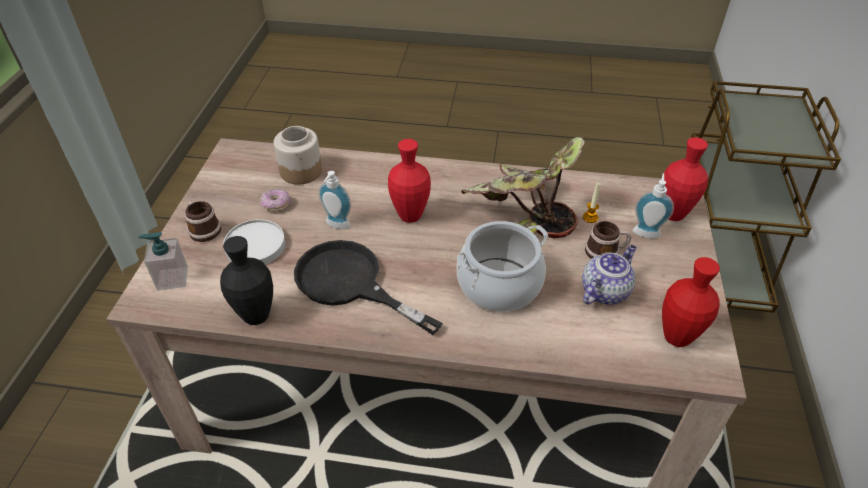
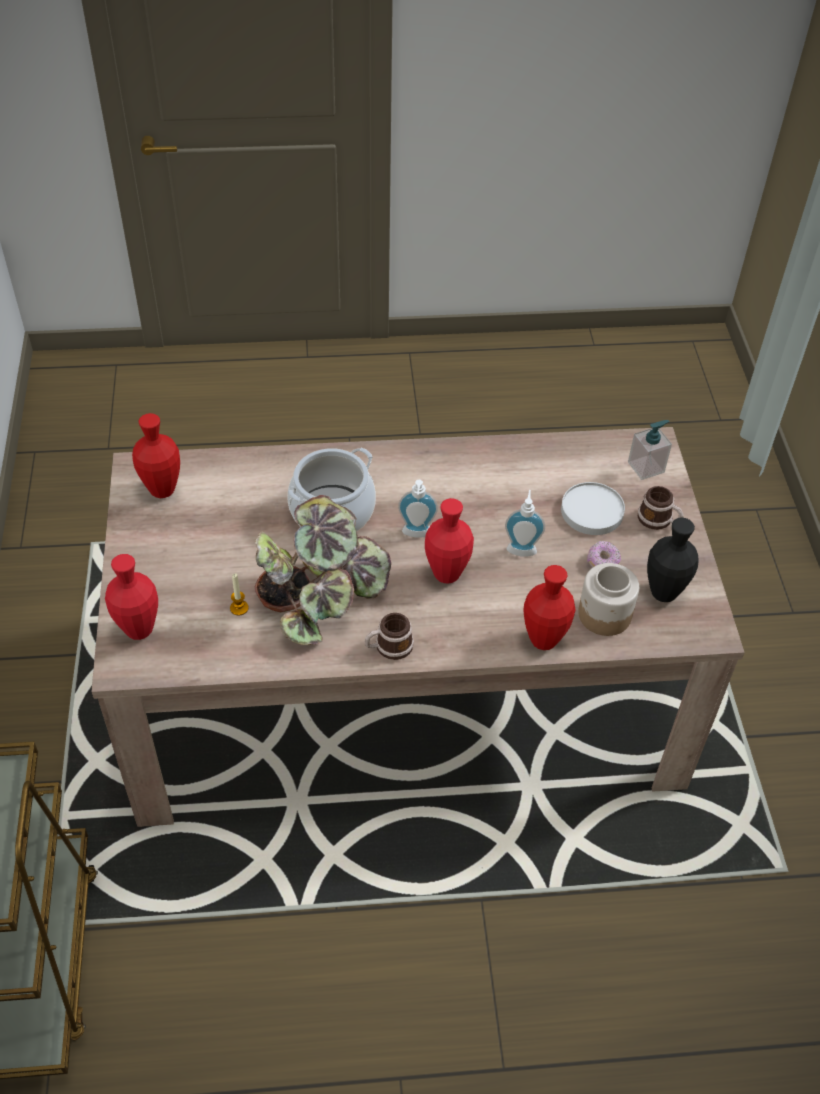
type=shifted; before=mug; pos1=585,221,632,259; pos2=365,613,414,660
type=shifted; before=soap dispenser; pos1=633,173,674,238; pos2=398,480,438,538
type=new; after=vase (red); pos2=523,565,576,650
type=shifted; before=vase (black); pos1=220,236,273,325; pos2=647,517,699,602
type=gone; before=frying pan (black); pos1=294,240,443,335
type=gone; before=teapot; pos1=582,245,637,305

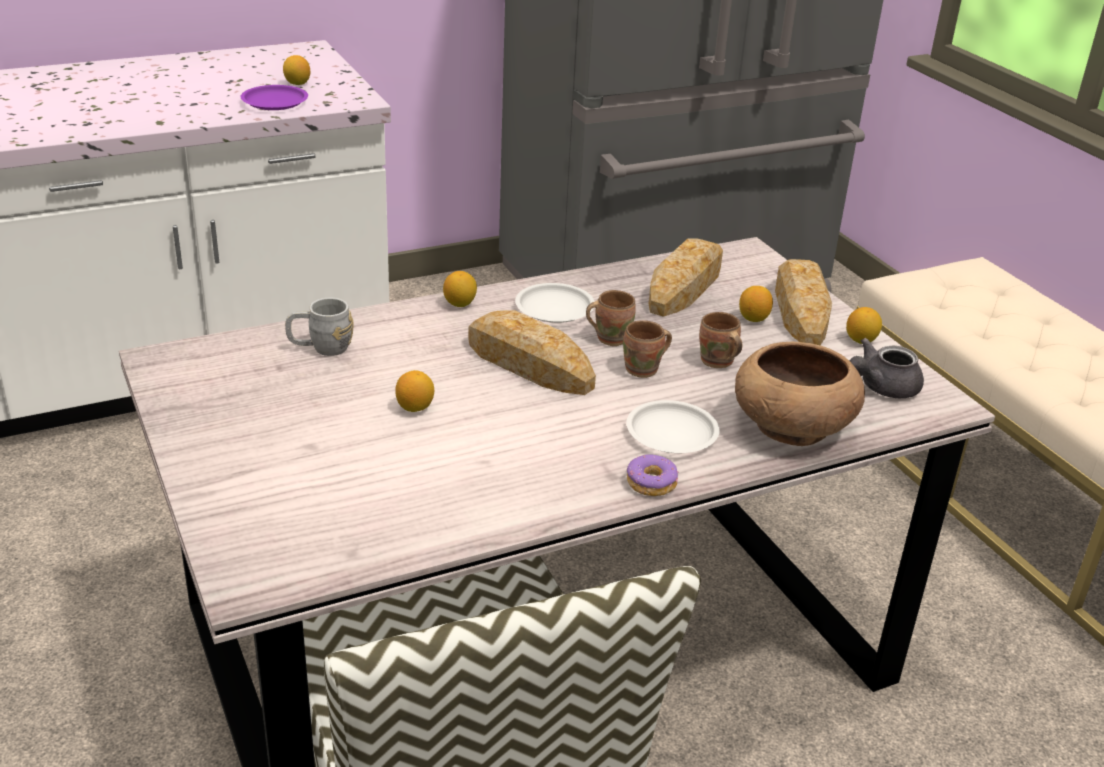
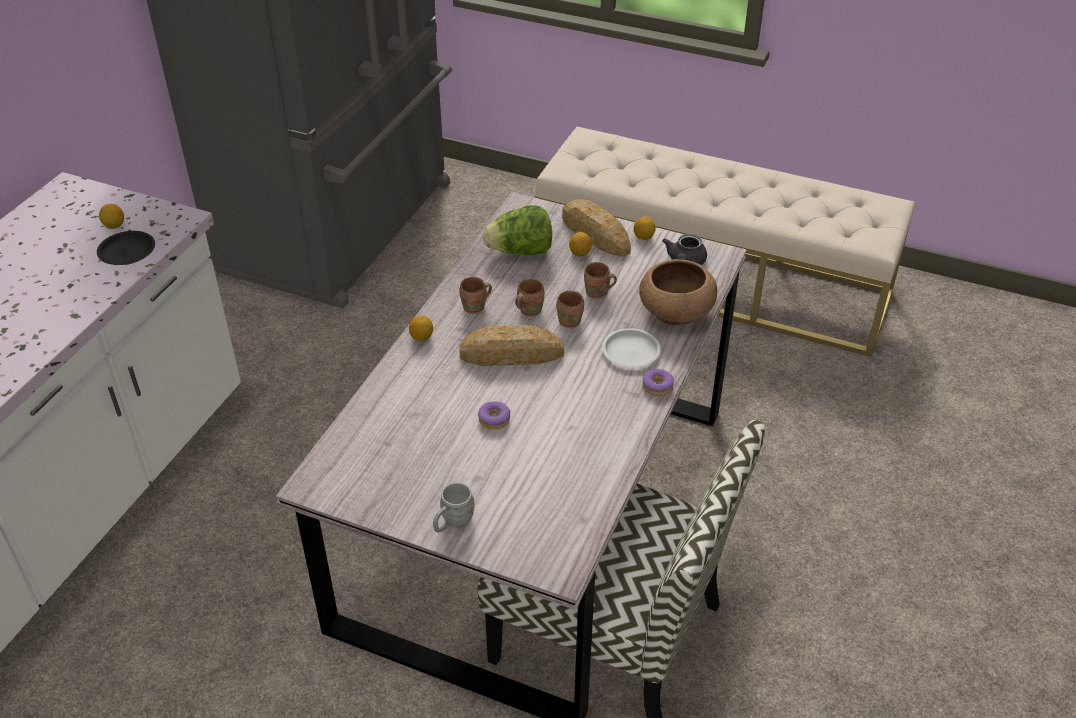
type=repainted; before=plate (purple); after=plate (black); pos1=241,85,308,110; pos2=97,231,155,265
type=shifted; before=mug (grey); pos1=285,298,353,356; pos2=433,482,475,533
type=swapped; before=plate (white); after=mug (brown); pos1=515,283,595,323; pos2=459,277,492,314
type=swapped; before=lemon; after=donut; pos1=395,370,434,412; pos2=478,401,510,429
type=swapped; before=bread; after=lettuce; pos1=649,238,723,317; pos2=483,205,552,256

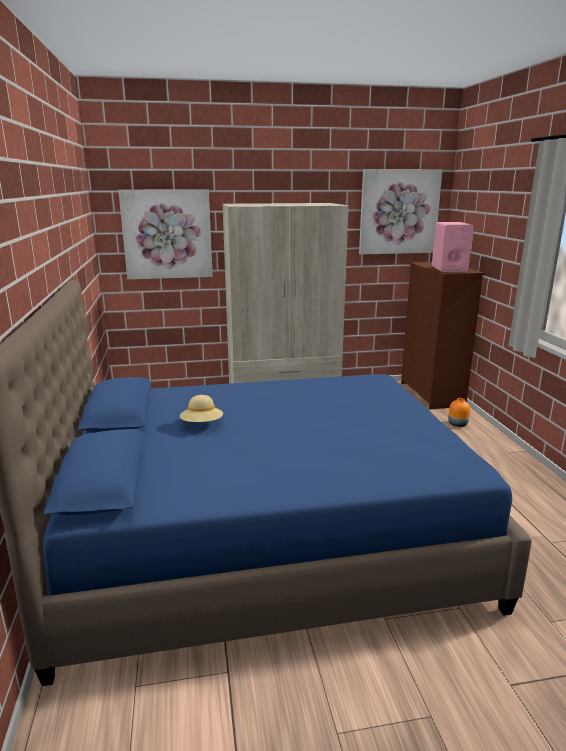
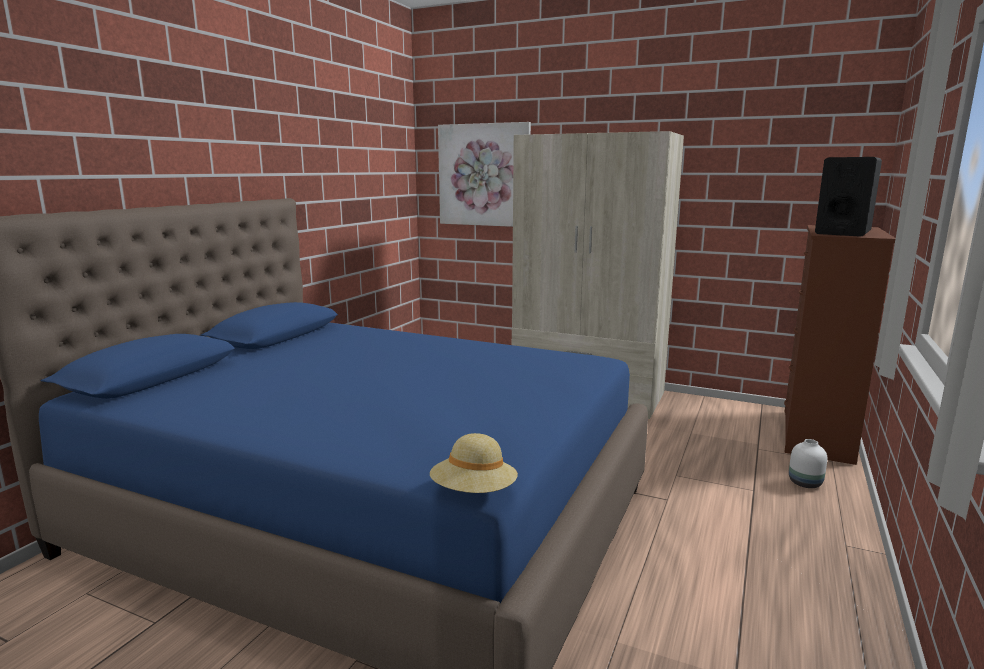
type=shifted; before=hat (beige); pos1=180,395,223,422; pos2=430,433,518,493
type=repainted; before=vase (orange); after=vase (white); pos1=448,398,470,427; pos2=789,439,827,488
type=repainted; before=speaker (pink); after=speaker (black); pos1=432,222,474,272; pos2=815,157,882,237
type=gone; before=picture; pos1=359,169,442,255

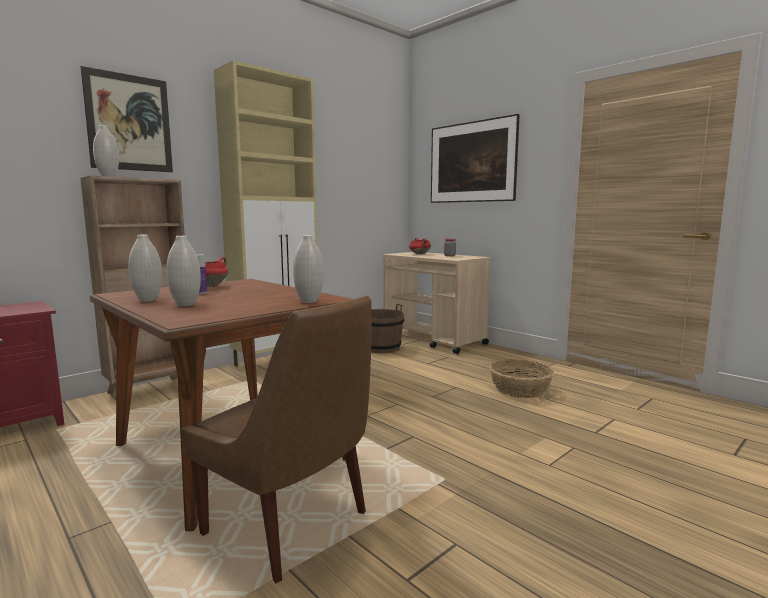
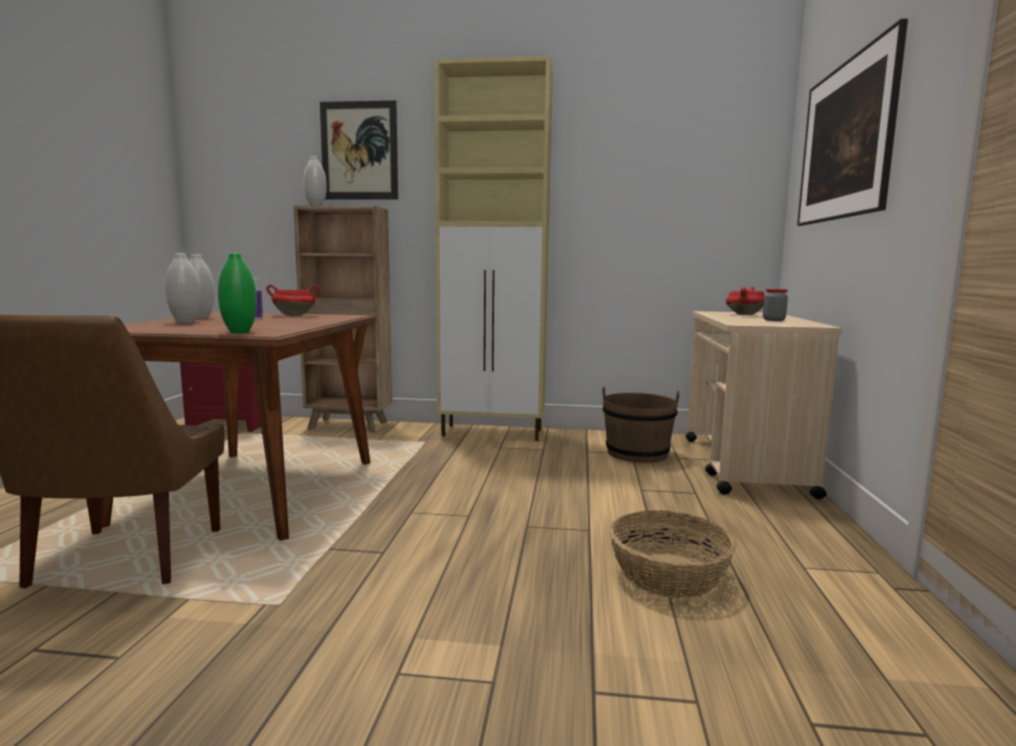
type=repainted; before=vase (white); after=vase (green); pos1=293,235,324,303; pos2=218,253,257,333

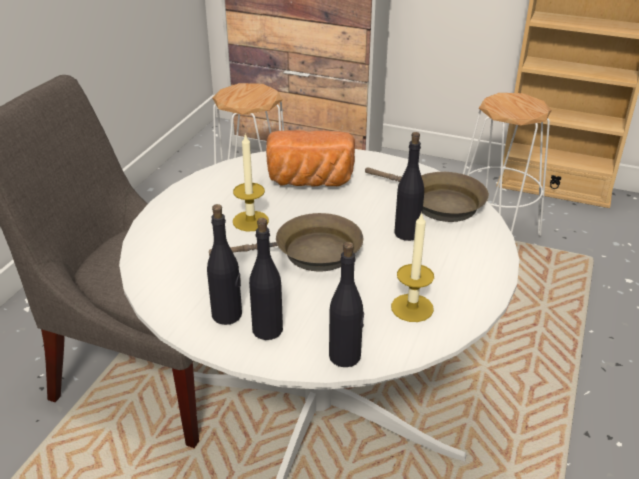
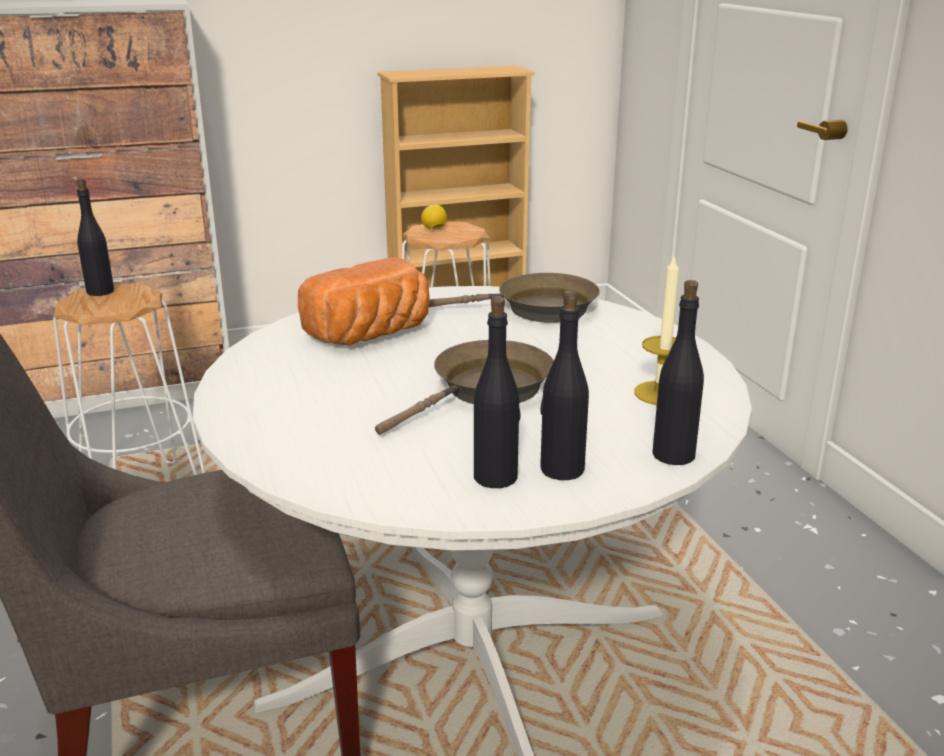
type=shifted; before=bottle (black); pos1=395,132,424,241; pos2=77,179,114,296
type=new; after=lemon; pos2=421,205,447,230
type=gone; before=candle; pos1=233,133,269,232

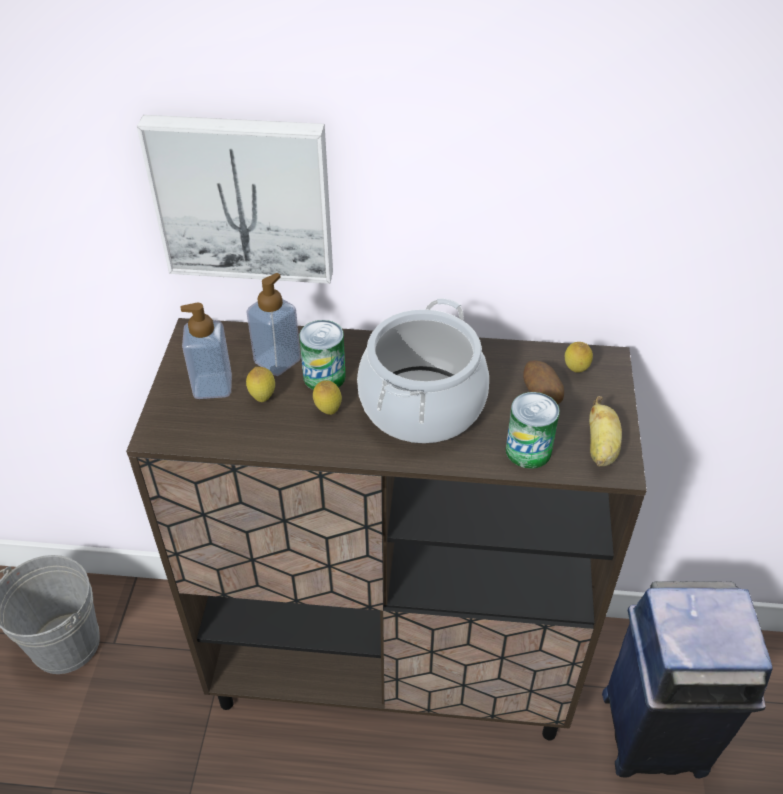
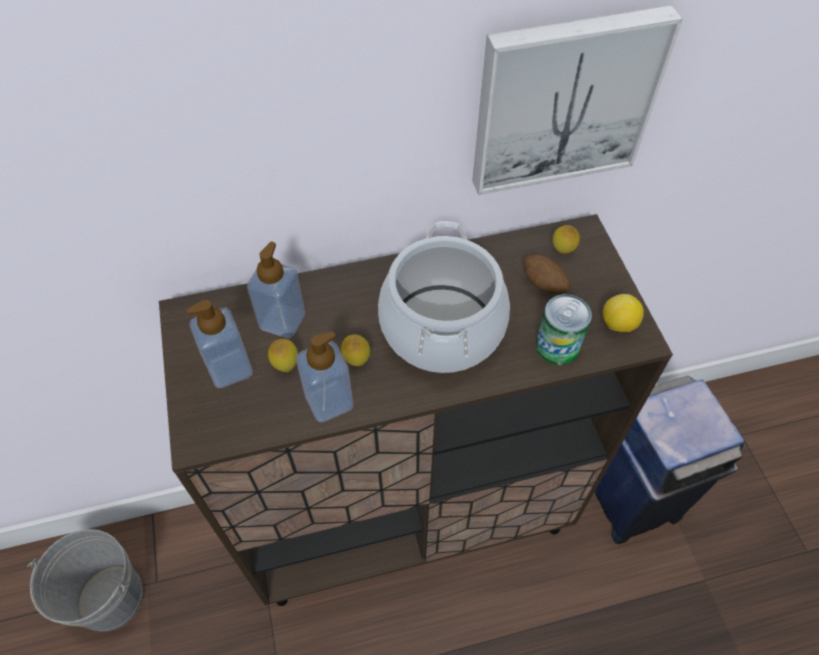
type=new; after=soap dispenser; pos2=296,332,353,422
type=shifted; before=picture; pos1=137,115,333,284; pos2=472,5,683,195
type=swapped; before=banana; after=lemon; pos1=589,396,622,466; pos2=603,294,644,332
type=gone; before=can; pos1=299,320,346,390

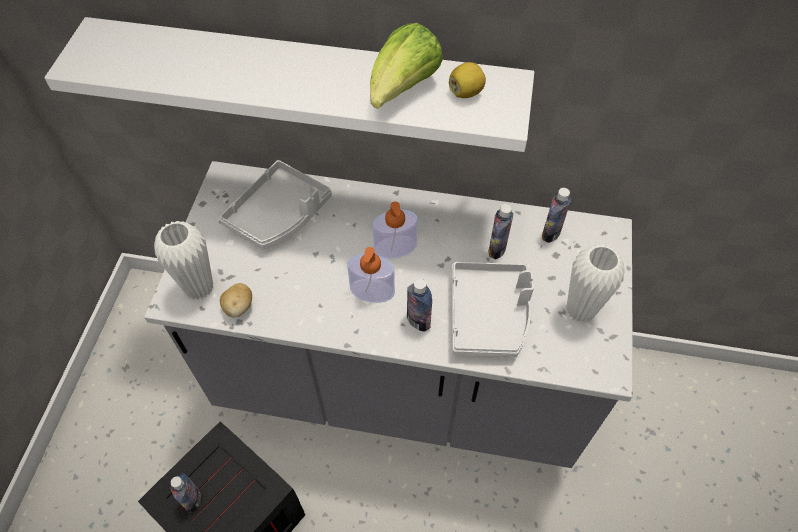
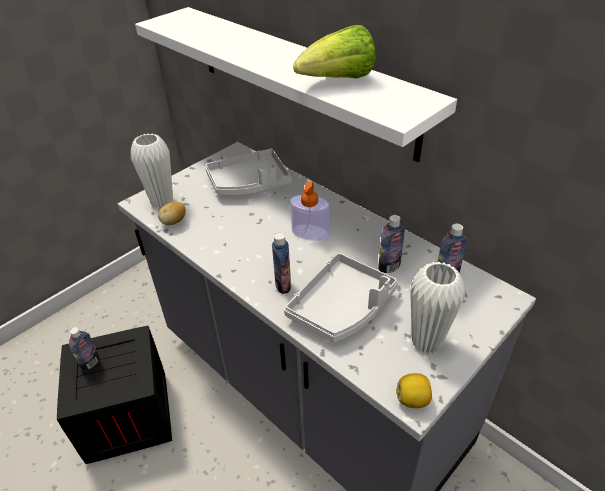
type=shifted; before=lemon; pos1=449,62,486,98; pos2=396,373,432,408
type=gone; before=soap dispenser; pos1=347,247,395,303

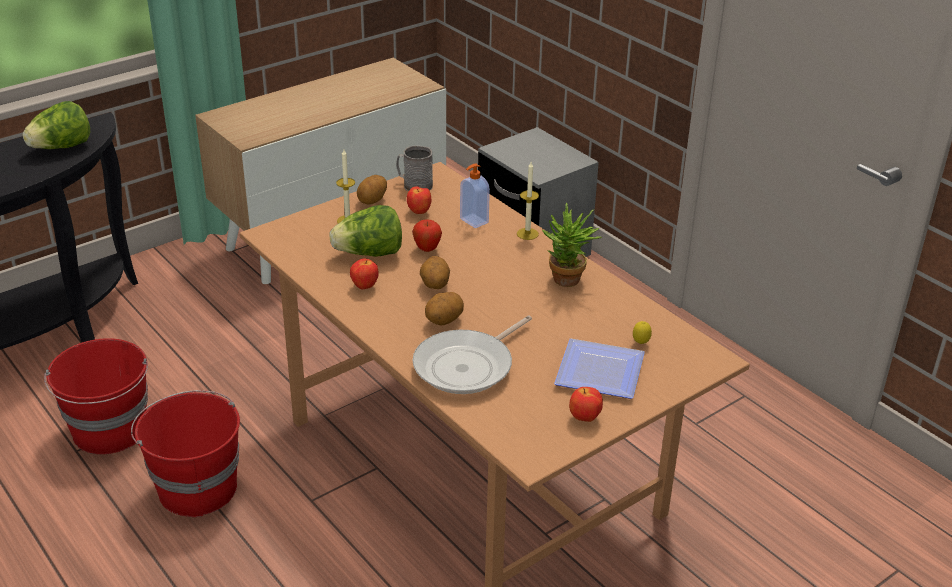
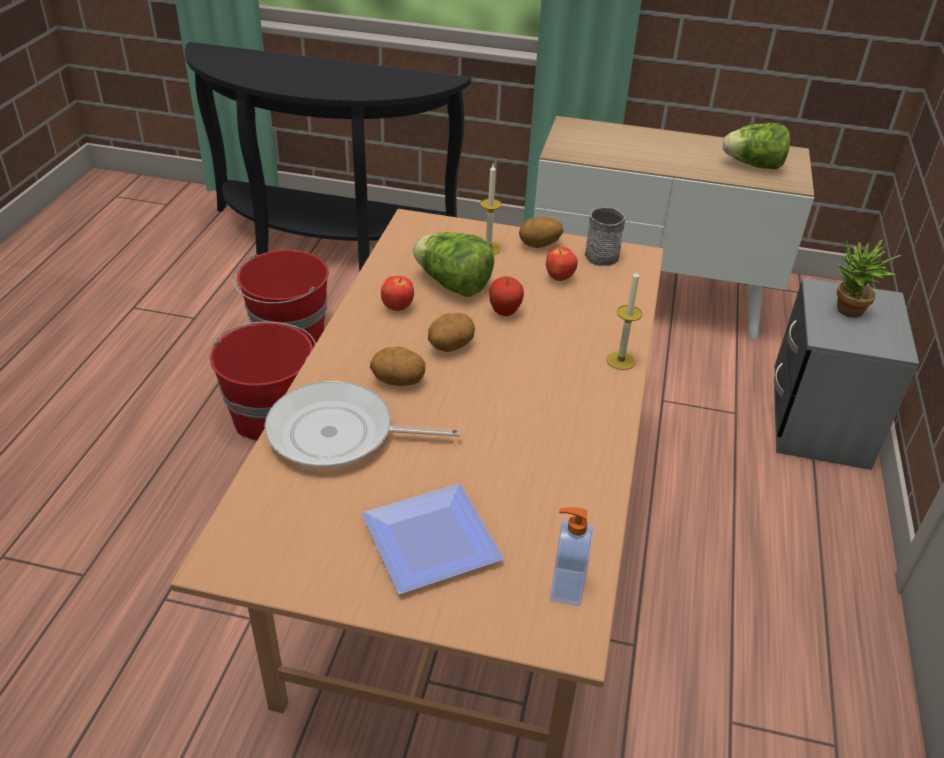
type=shifted; before=soap dispenser; pos1=460,164,490,228; pos2=550,507,594,606
type=shifted; before=lettuce; pos1=23,101,90,149; pos2=723,123,790,169
type=shifted; before=potted plant; pos1=542,203,602,287; pos2=837,239,901,318
type=gone; before=apple; pos1=569,387,603,422
type=gone; before=lemon; pos1=633,321,652,344

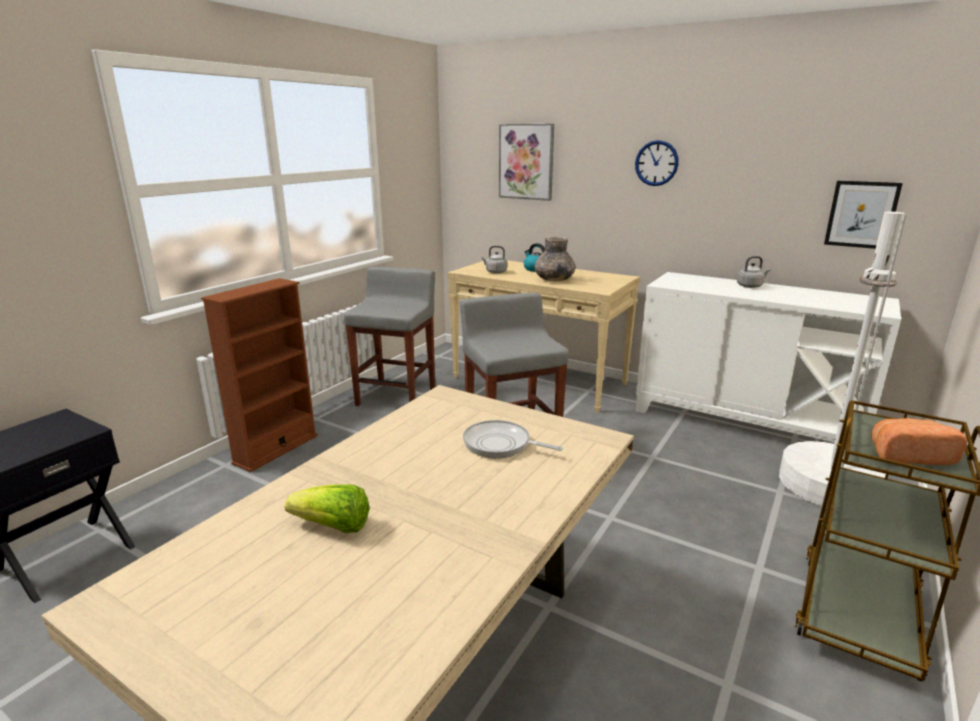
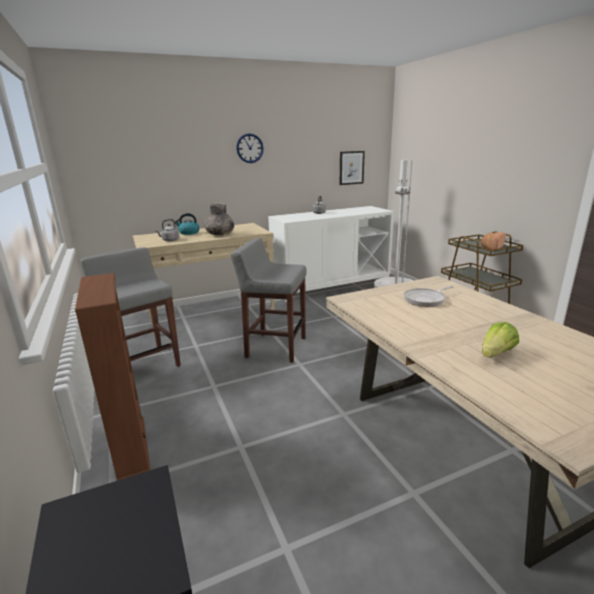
type=gone; before=picture; pos1=499,124,554,201

